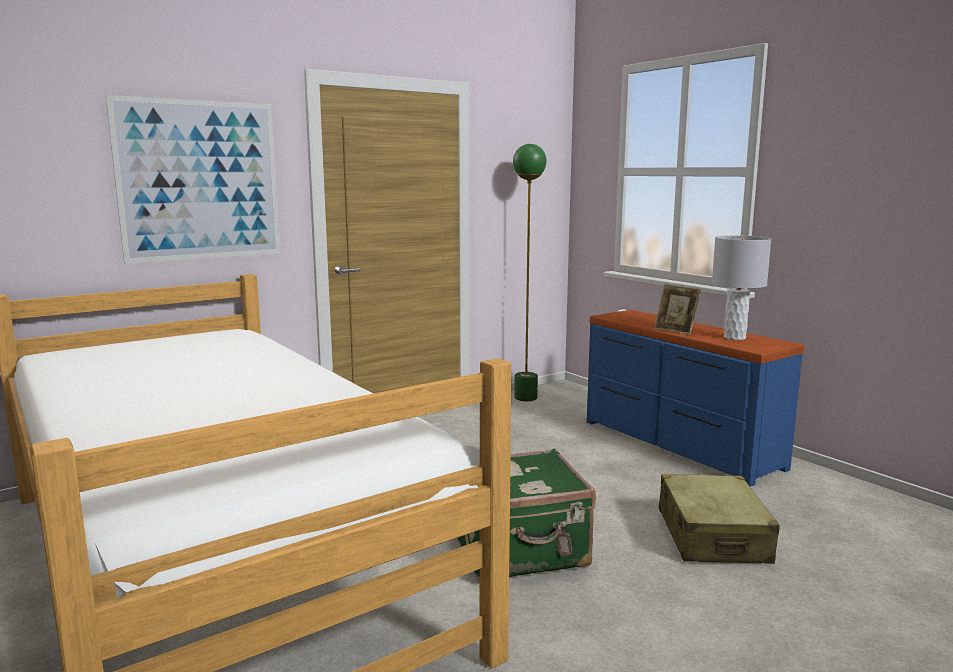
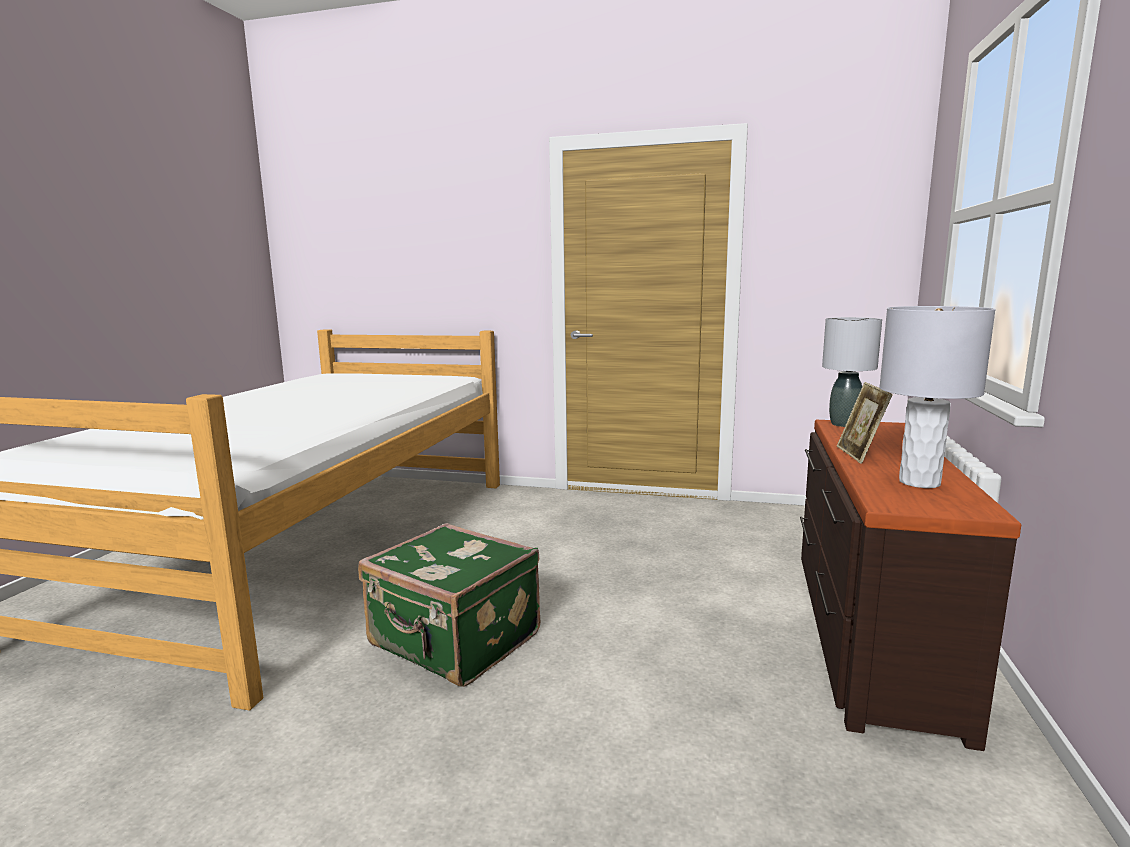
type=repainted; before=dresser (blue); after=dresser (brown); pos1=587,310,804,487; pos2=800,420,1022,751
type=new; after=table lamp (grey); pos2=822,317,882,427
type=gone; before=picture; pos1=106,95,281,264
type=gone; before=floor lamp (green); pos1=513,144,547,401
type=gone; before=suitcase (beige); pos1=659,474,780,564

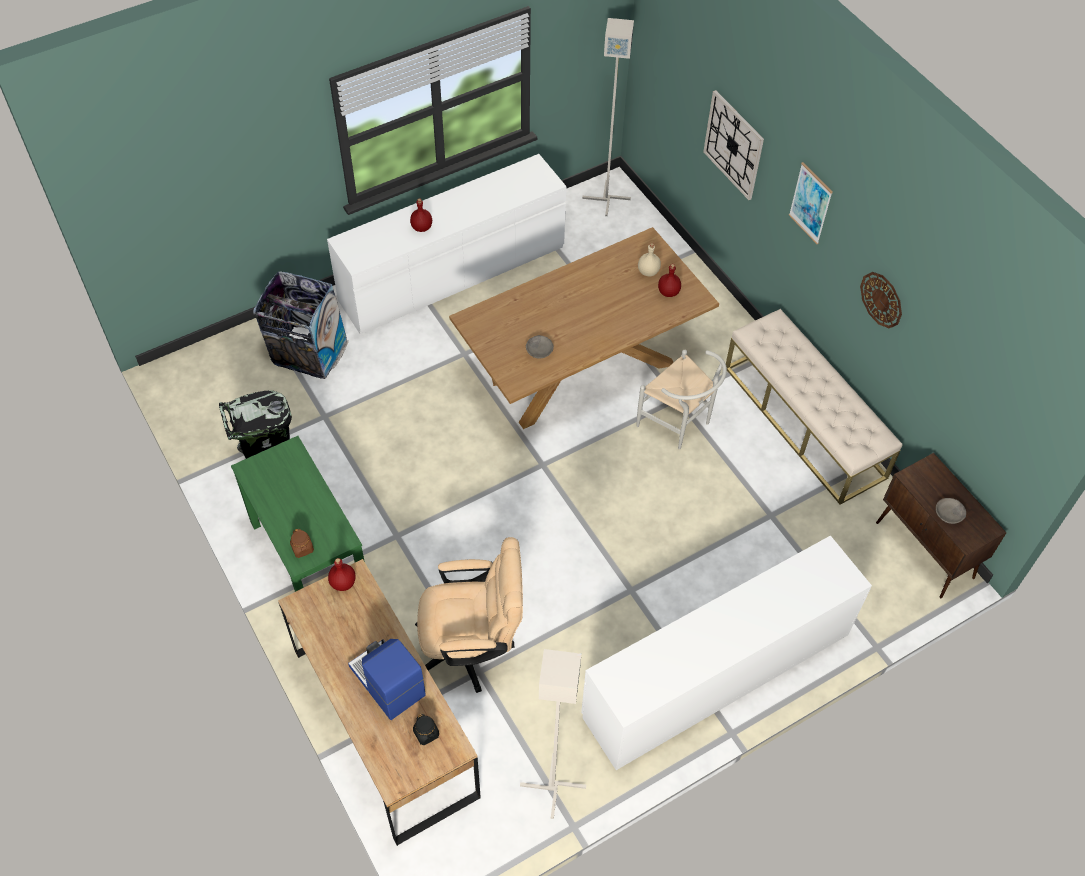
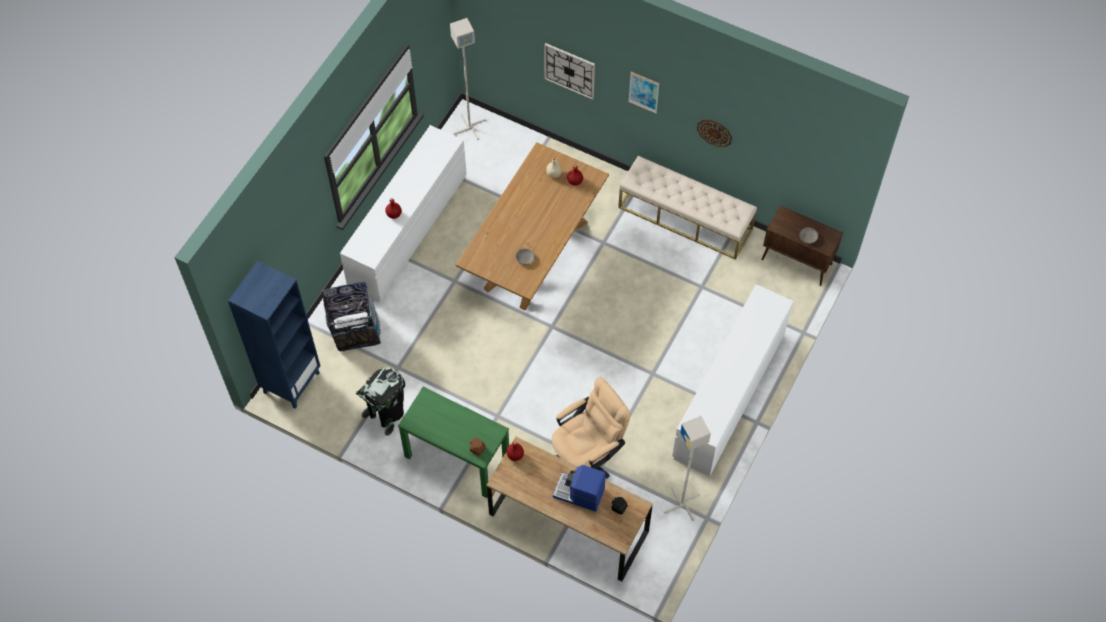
type=new; after=bookcase (blue); pos2=228,261,320,409
type=gone; before=chair (white); pos1=636,350,727,450

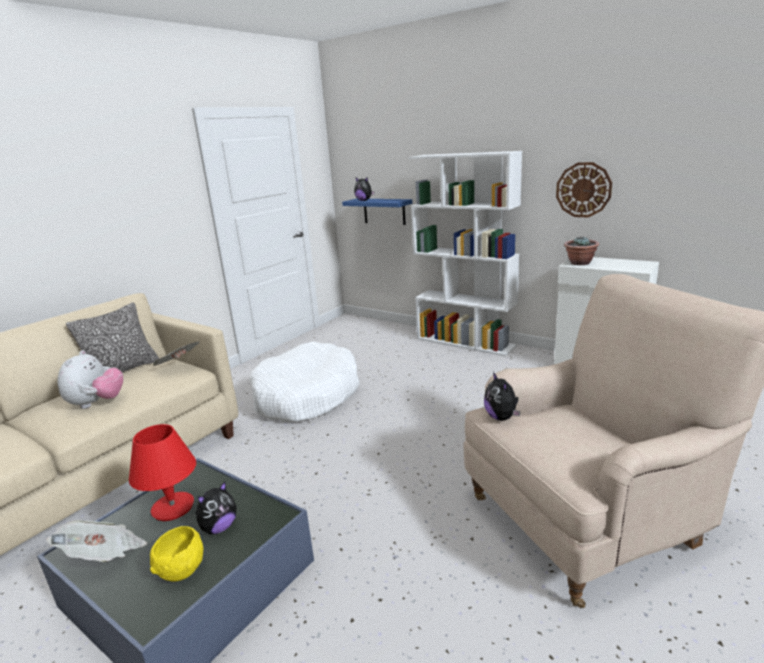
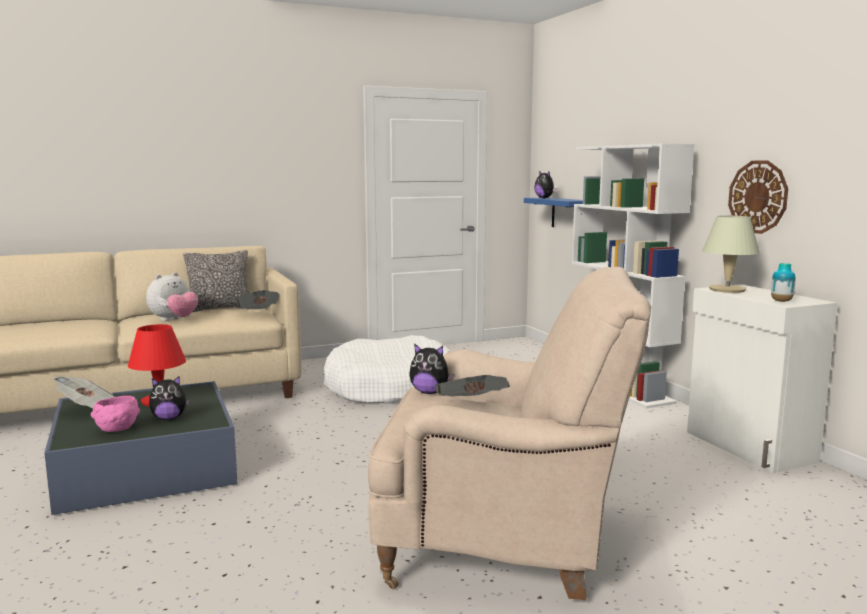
type=repainted; before=bowl (yellow); after=bowl (pink); pos1=150,526,203,582; pos2=91,396,140,432
type=rotated; before=plush toy; pos1=484,372,520,421; pos2=409,343,455,394; turn=-90
type=new; after=newspaper; pos2=435,375,510,396
type=swapped; before=potted plant; after=table lamp (beige); pos1=564,237,599,265; pos2=702,216,759,293
type=new; after=vase; pos2=771,263,795,302

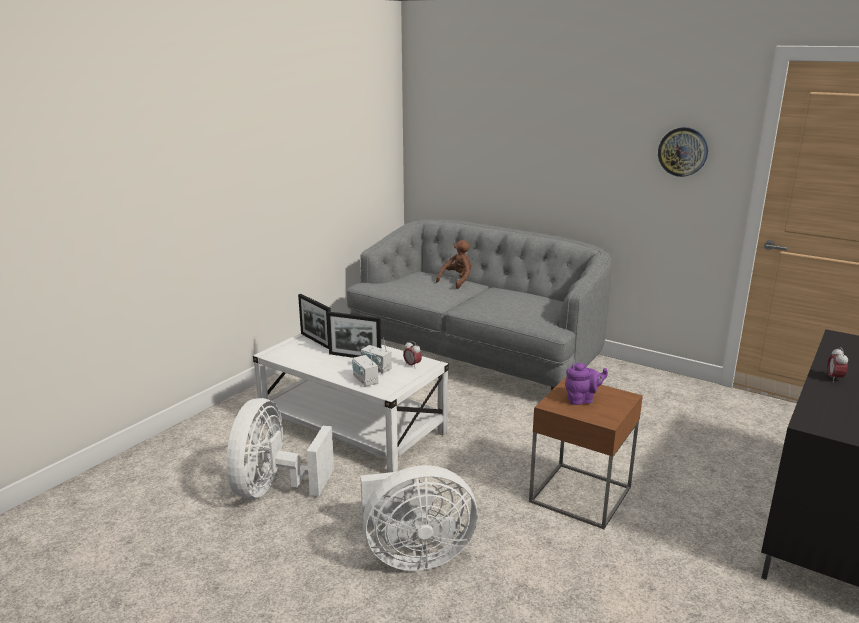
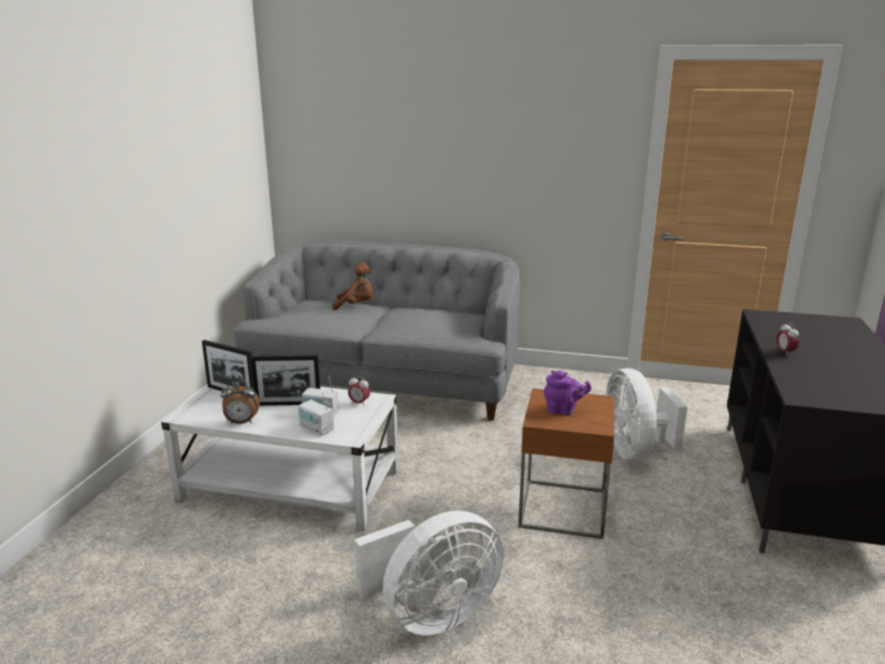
type=new; after=alarm clock; pos2=221,379,260,424
type=rotated; before=plush toy (brown); pos1=436,240,471,289; pos2=332,263,373,310; turn=75
type=rotated; before=teapot (purple); pos1=565,363,608,405; pos2=544,370,592,415; turn=45
type=shifted; before=fan (white); pos1=226,398,334,499; pos2=606,368,688,460
type=gone; before=wall clock; pos1=658,127,708,177

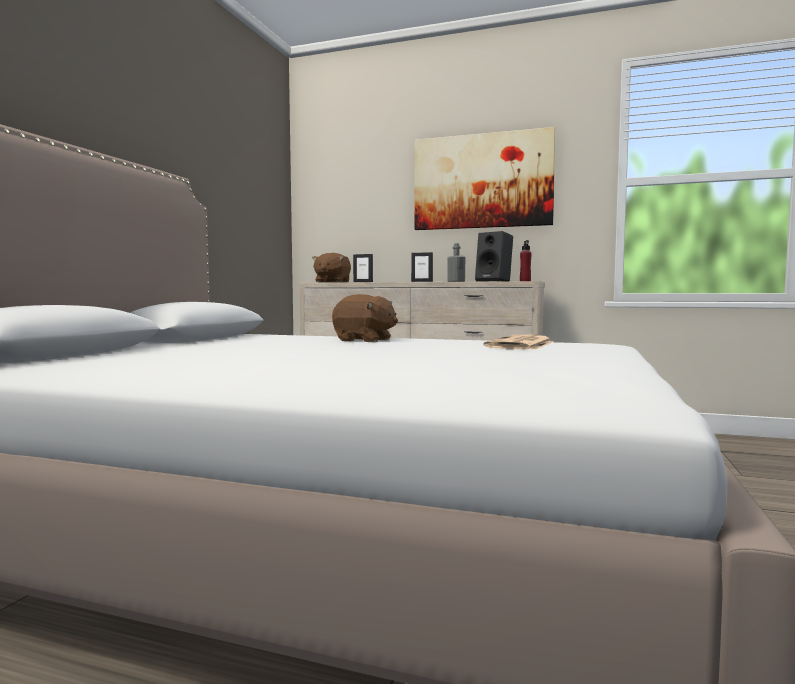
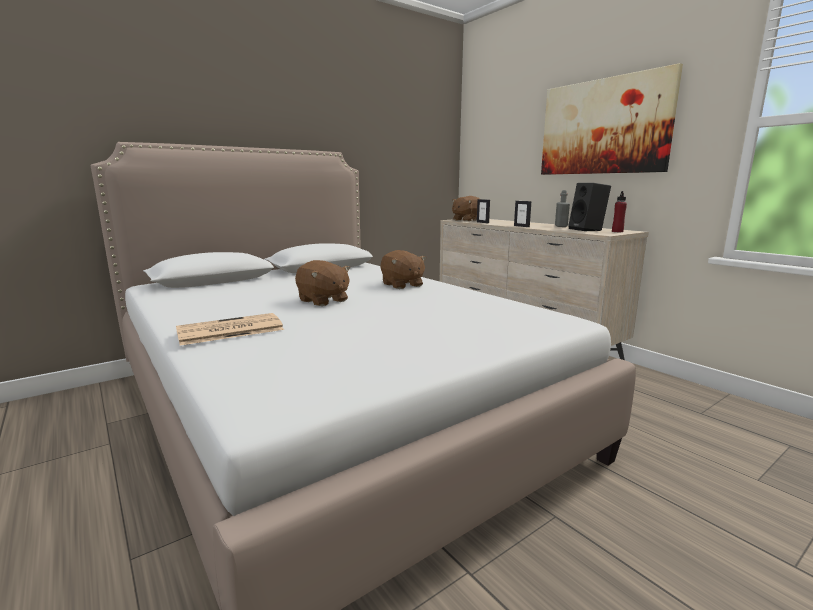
type=shifted; before=newspaper; pos1=483,335,553,350; pos2=176,313,284,346
type=new; after=plush toy (brown); pos2=295,260,350,306

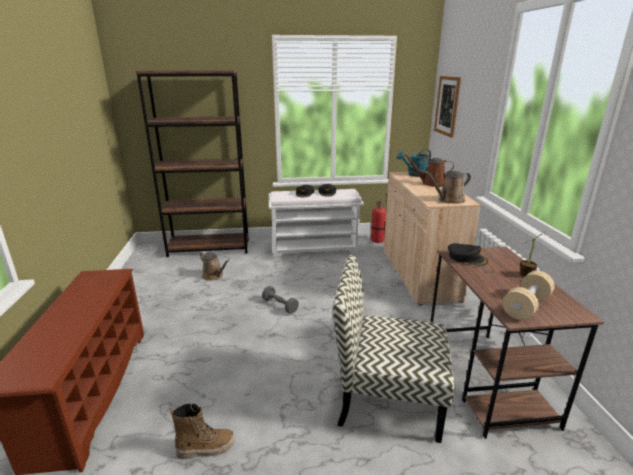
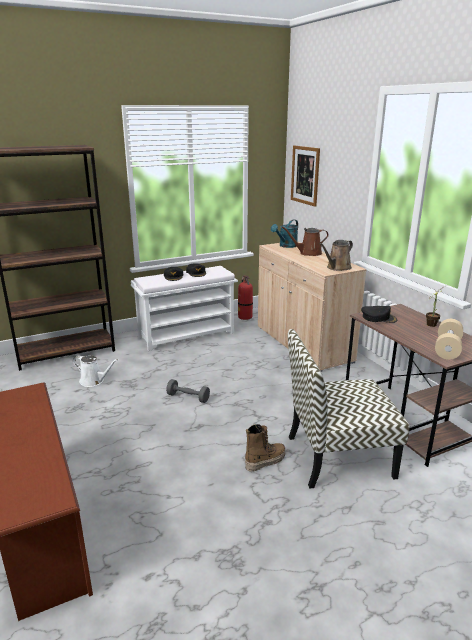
type=repainted; before=watering can (brown); after=watering can (white); pos1=200,252,230,281; pos2=73,355,118,387
type=shifted; before=boot; pos1=170,403,235,459; pos2=245,424,285,472

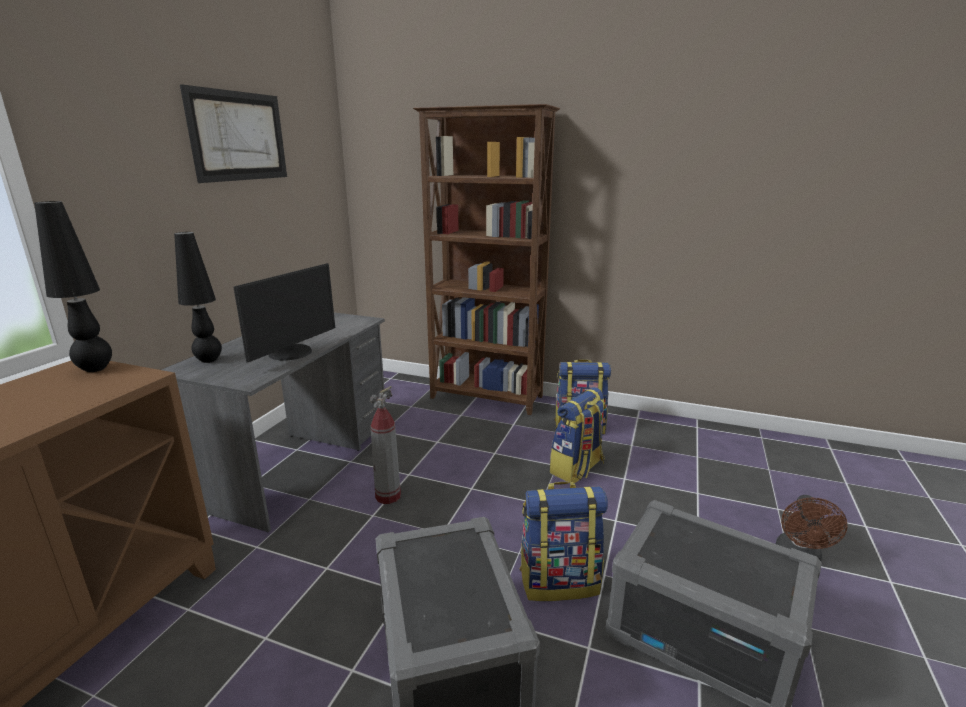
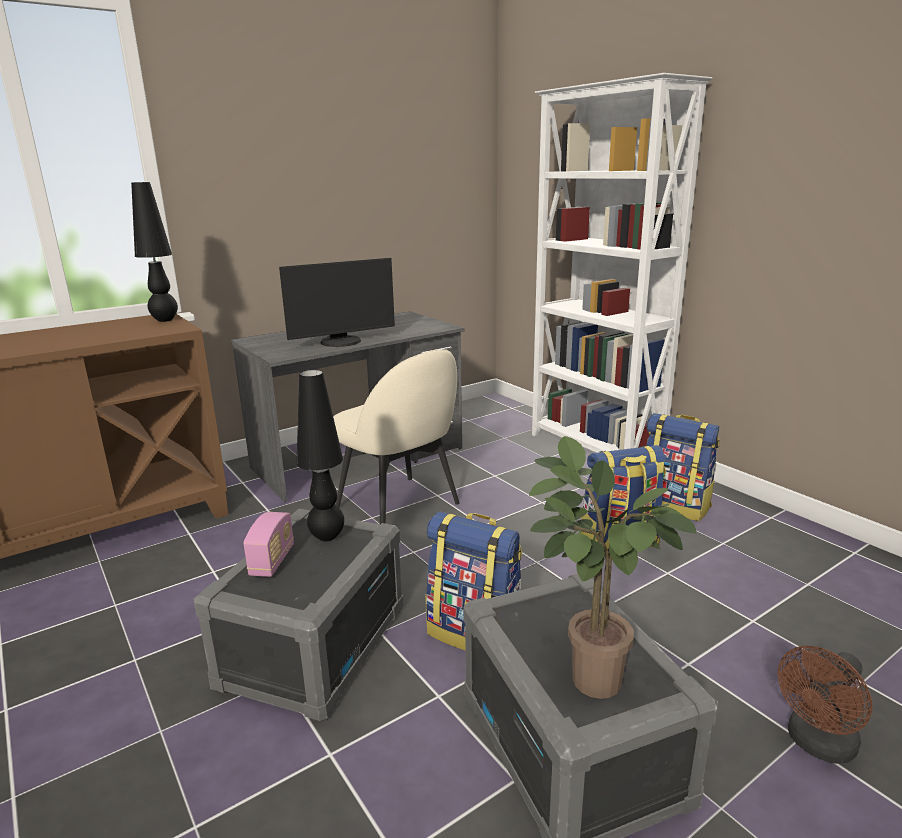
type=new; after=radio; pos2=243,512,294,577
type=shifted; before=table lamp (black); pos1=174,232,222,363; pos2=296,369,344,541
type=swapped; before=fire extinguisher; after=chair (beige); pos1=370,386,401,504; pos2=333,349,459,525
type=new; after=potted plant; pos2=529,436,696,699
type=repainted; before=bookcase (brown); after=bookcase (white); pos1=413,104,560,415; pos2=532,73,712,453
type=gone; before=picture; pos1=180,84,287,183

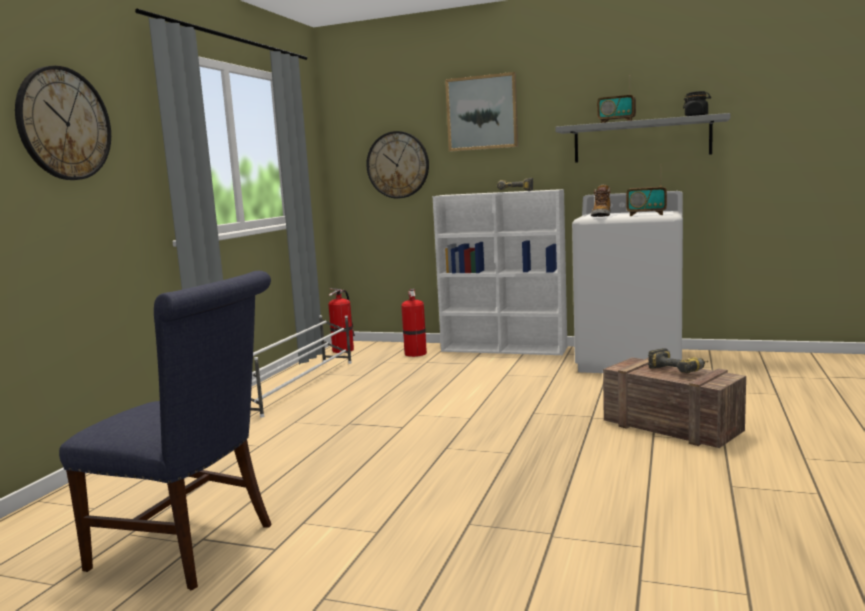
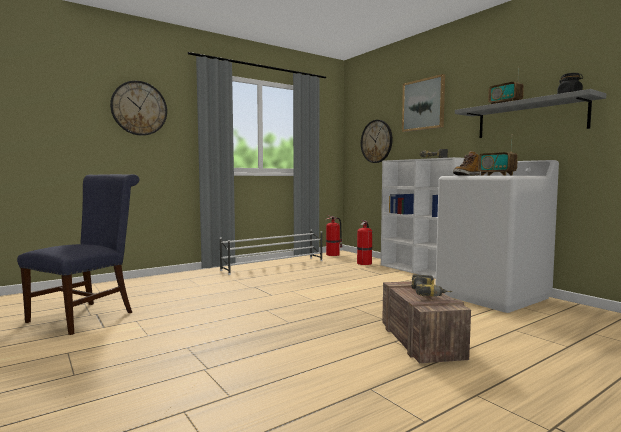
type=rotated; before=chair (blue); pos1=59,271,272,591; pos2=17,174,139,335; turn=-120

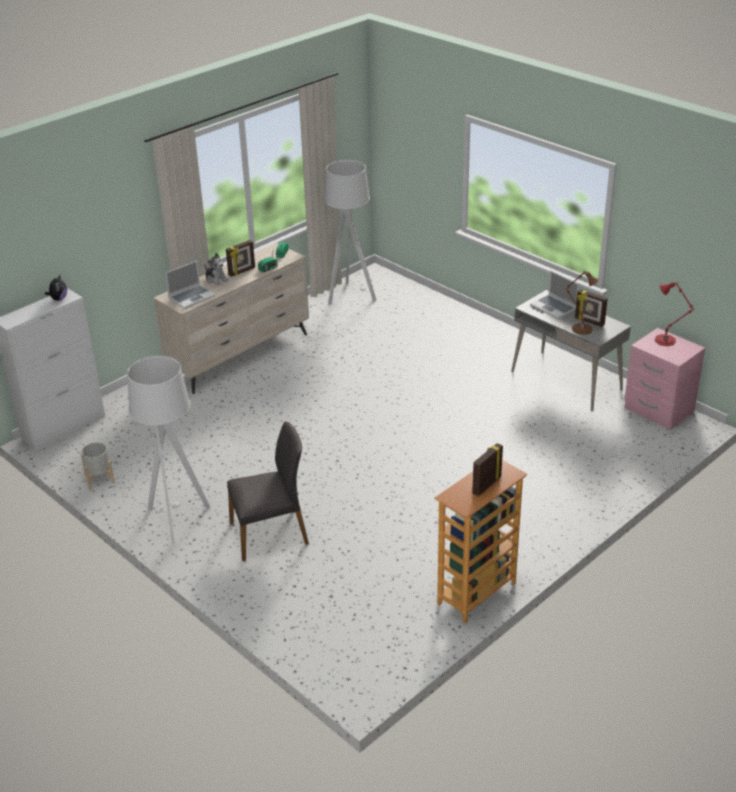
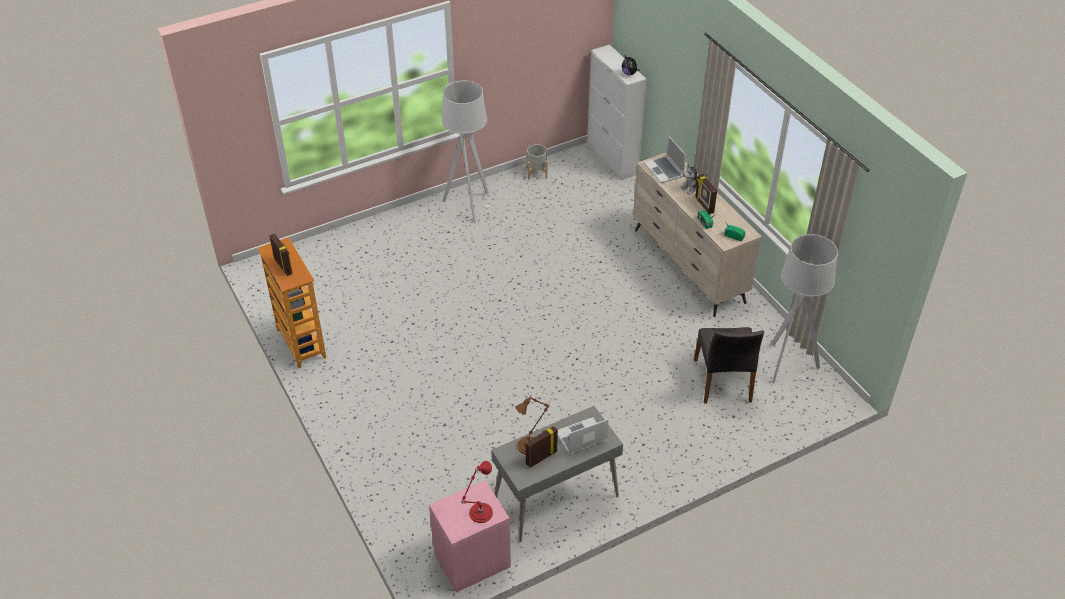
type=shifted; before=chair (grey); pos1=227,421,309,561; pos2=694,327,764,404

